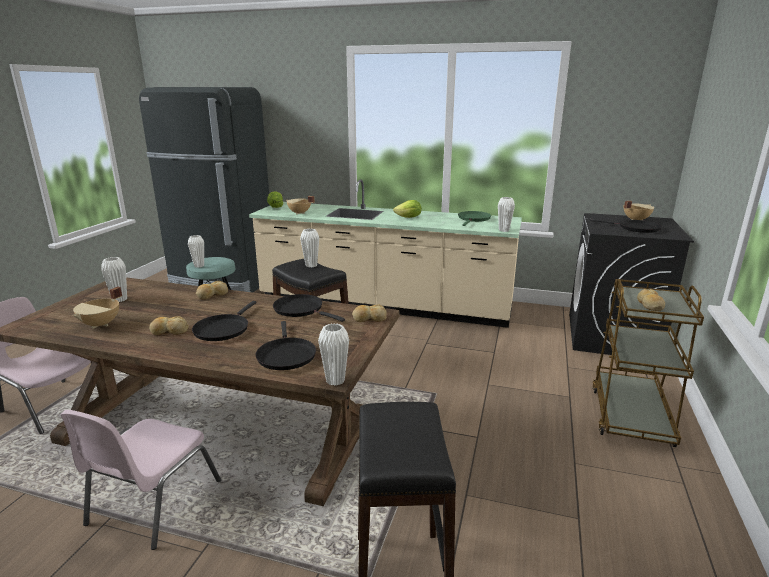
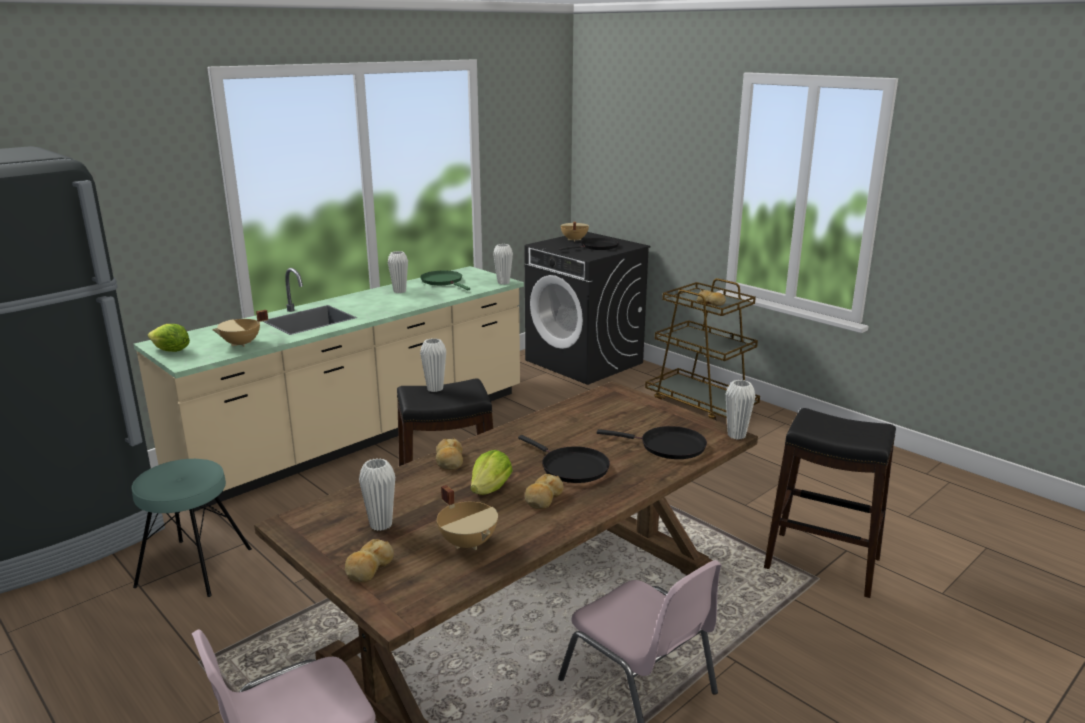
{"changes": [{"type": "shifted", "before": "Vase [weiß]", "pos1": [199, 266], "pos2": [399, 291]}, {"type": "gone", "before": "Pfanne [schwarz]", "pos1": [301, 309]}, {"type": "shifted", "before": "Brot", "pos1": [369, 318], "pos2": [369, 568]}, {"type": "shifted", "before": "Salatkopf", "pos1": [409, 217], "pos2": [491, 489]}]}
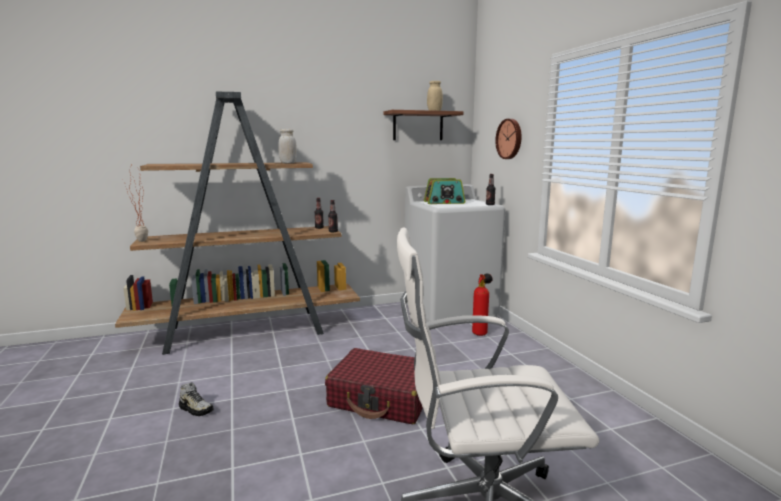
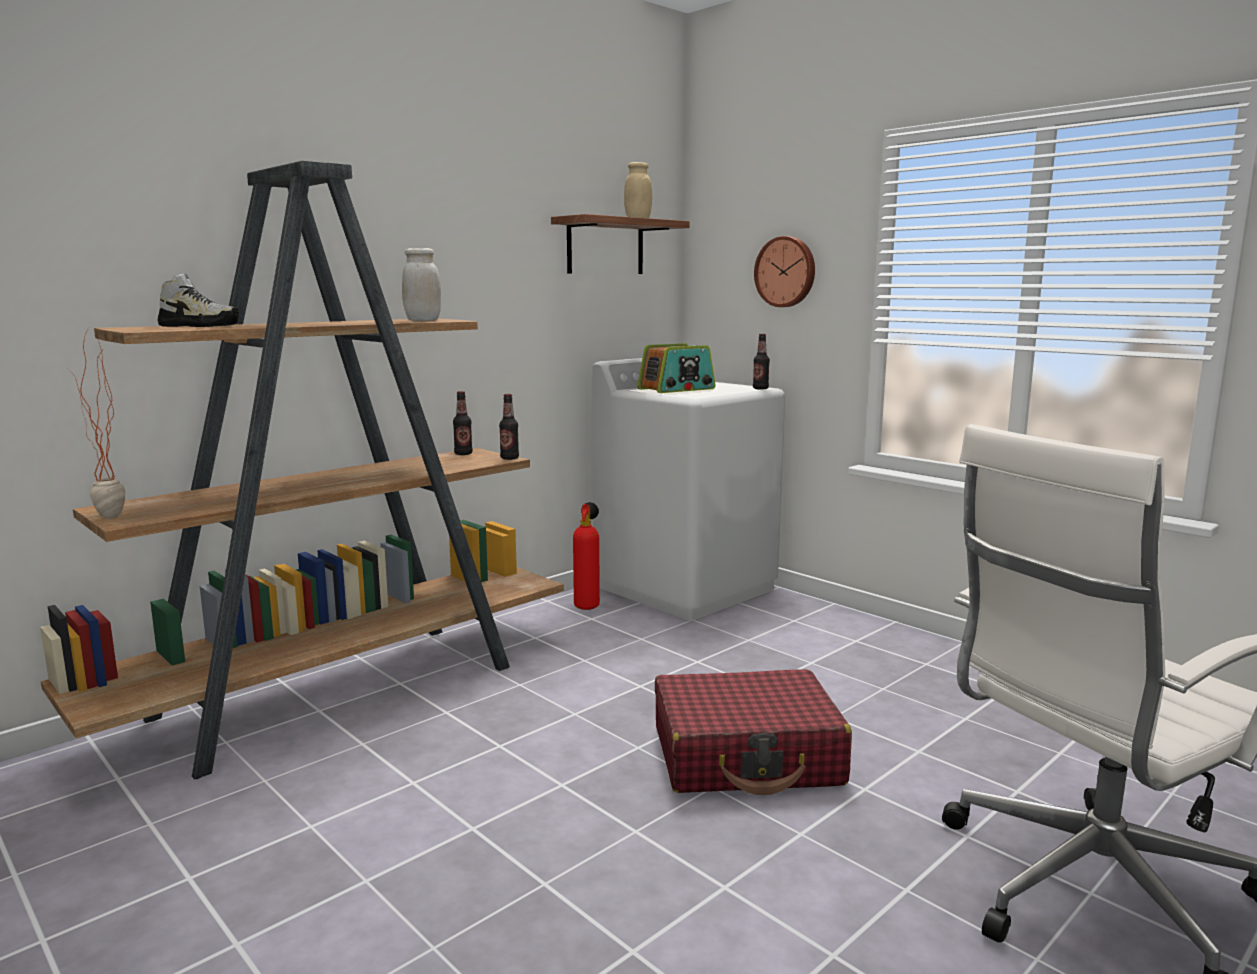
{"changes": [{"type": "shifted", "before": "Schuh", "pos1": [196, 409], "pos2": [199, 326]}, {"type": "shifted", "before": "Feuerlöscher", "pos1": [480, 333], "pos2": [587, 605]}]}
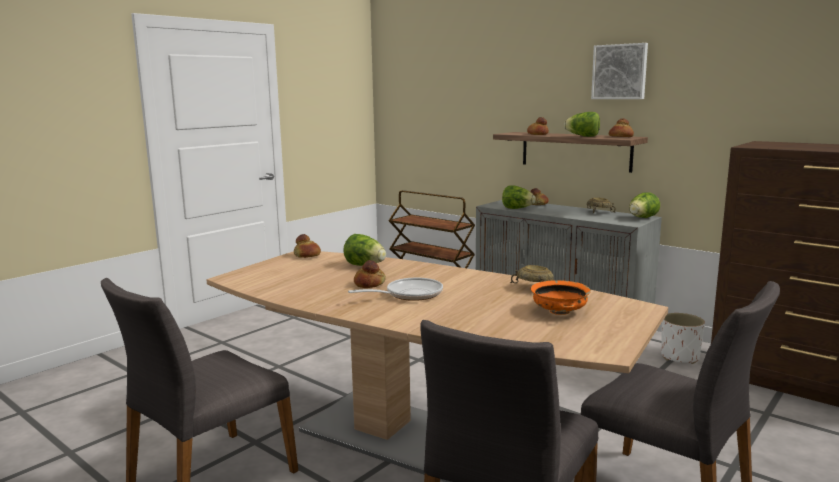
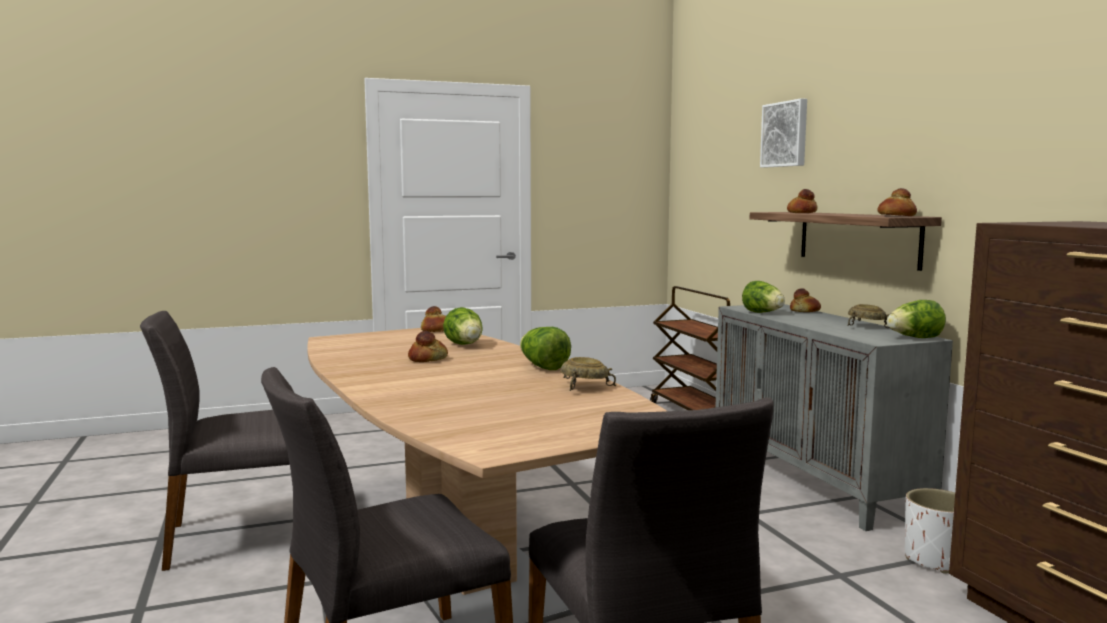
{"changes": [{"type": "gone", "before": "Pfanne", "pos1": [409, 294]}, {"type": "gone", "before": "Schüssel [orange]", "pos1": [559, 312]}, {"type": "shifted", "before": "Salatkopf", "pos1": [583, 136], "pos2": [543, 367]}, {"type": "shifted", "before": "Bild", "pos1": [620, 72], "pos2": [785, 134]}]}
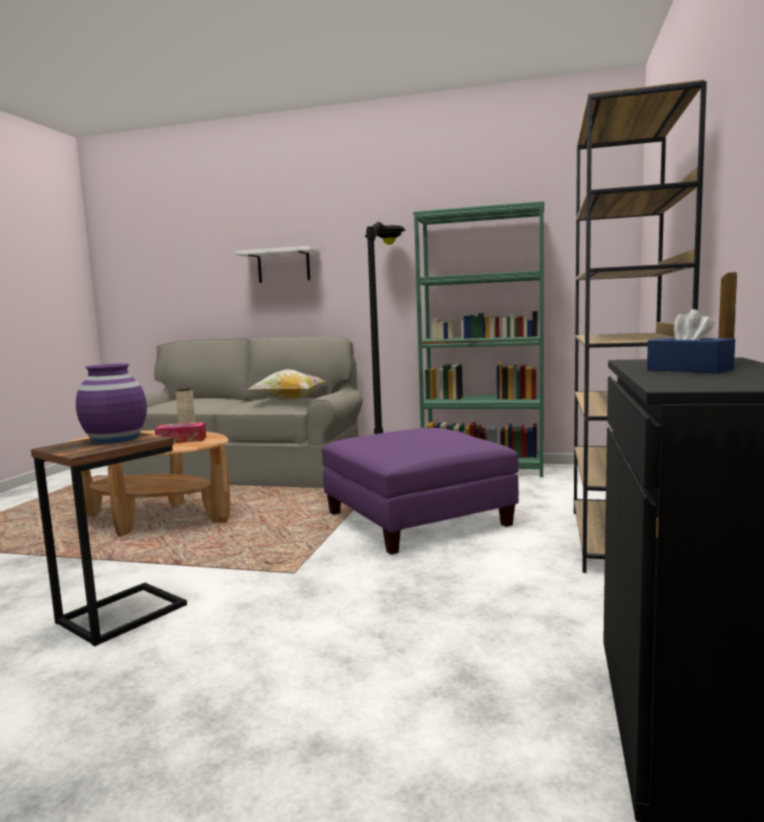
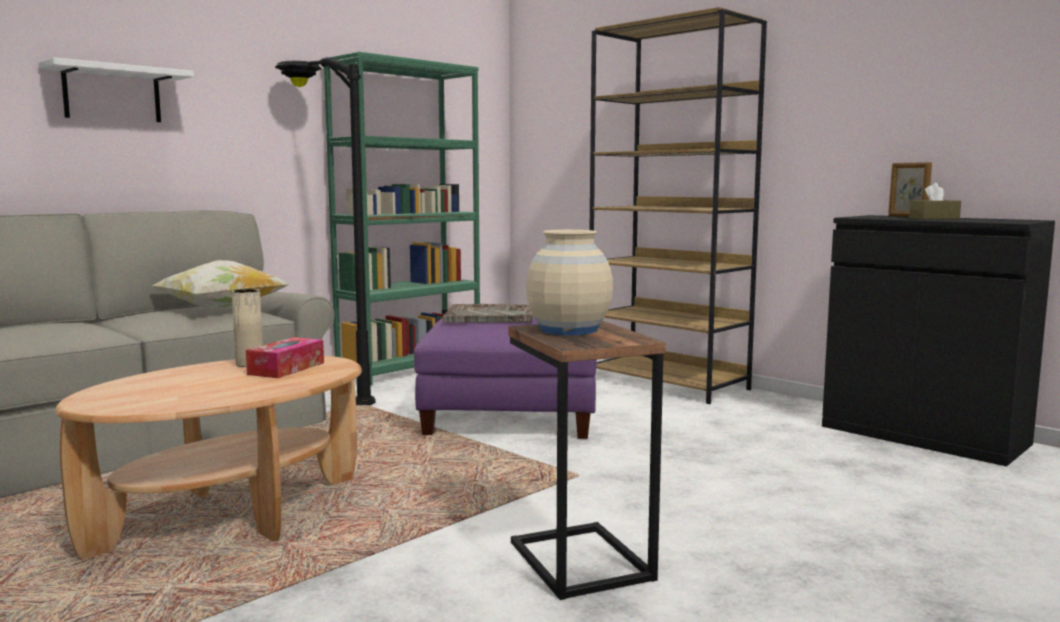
{"changes": [{"type": "repainted", "before": "Vase [lila]", "after": "Vase [beige]", "pos1": [115, 439], "pos2": [568, 330]}, {"type": "repainted", "before": "Taschentuchbox [blau]", "after": "Taschentuchbox [braun]", "pos1": [689, 370], "pos2": [934, 218]}, {"type": "new", "after": "Tablett [grau]", "pos2": [491, 316]}]}
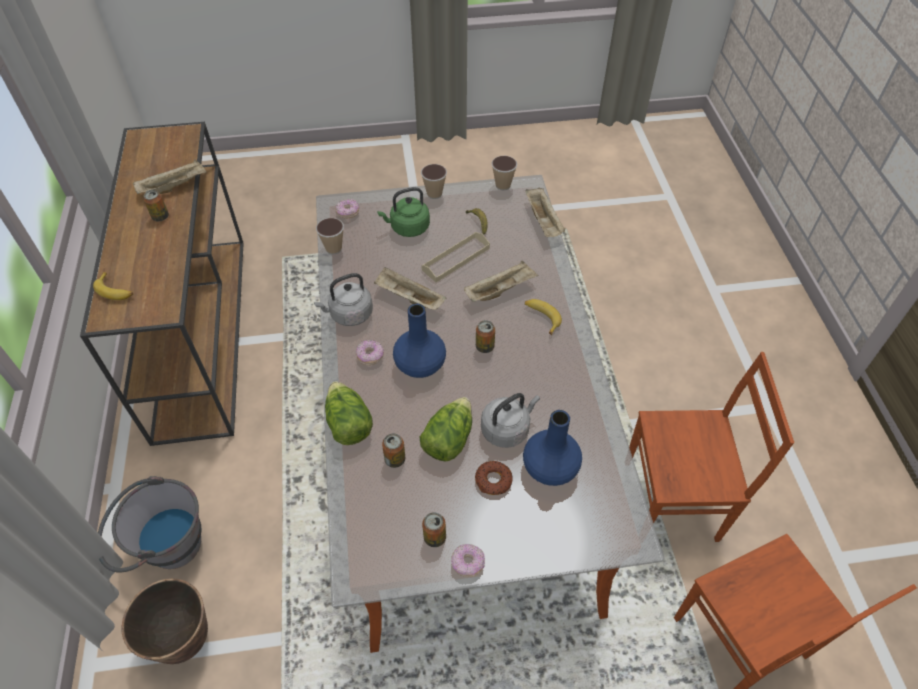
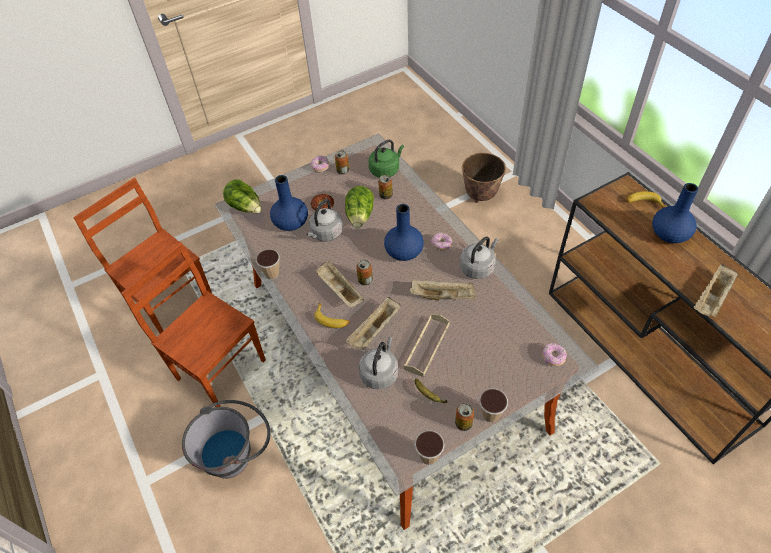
{"changes": [{"type": "shifted", "before": "Eimer [grau]", "pos1": [163, 547], "pos2": [237, 453]}, {"type": "shifted", "before": "Dose", "pos1": [160, 217], "pos2": [463, 423]}, {"type": "shifted", "before": "Tasse", "pos1": [333, 248], "pos2": [272, 274]}, {"type": "shifted", "before": "Salatkopf", "pos1": [347, 423], "pos2": [246, 206]}, {"type": "shifted", "before": "Wasserkessel [grün]", "pos1": [408, 228], "pos2": [386, 170]}, {"type": "shifted", "before": "Tablett [beige]", "pos1": [543, 221], "pos2": [339, 290]}, {"type": "rotated", "before": "Stuhl [braun]", "pos1": [672, 502], "pos2": [221, 368], "turn": 60}, {"type": "new", "after": "Wasserkessel [grau]", "pos2": [380, 373]}, {"type": "new", "after": "Vase [blau]", "pos2": [669, 235]}]}
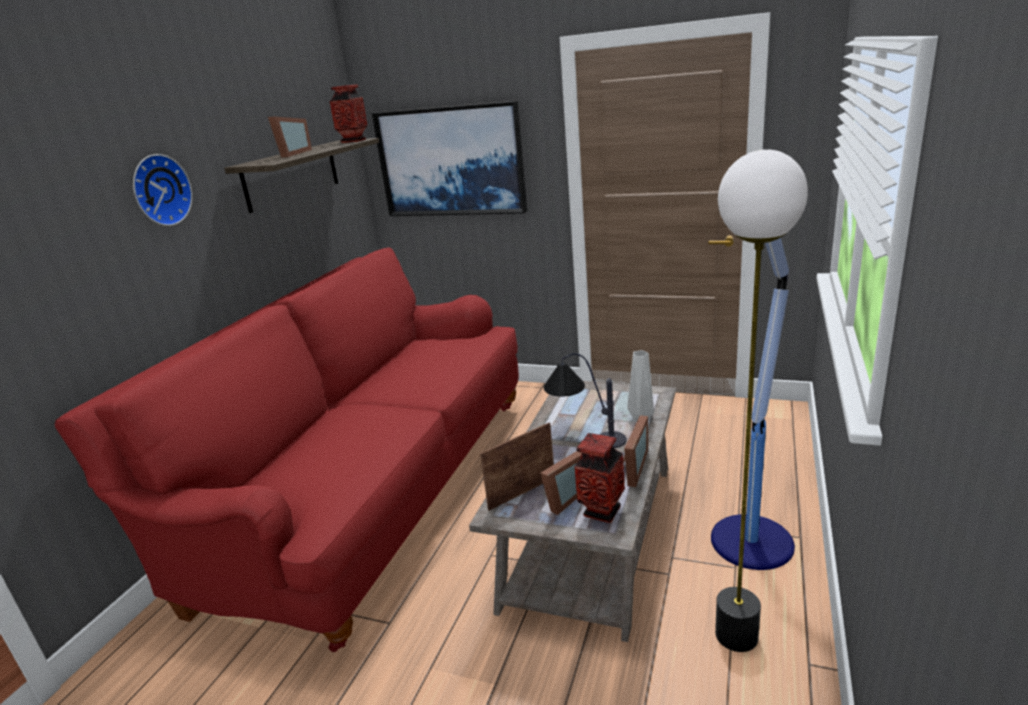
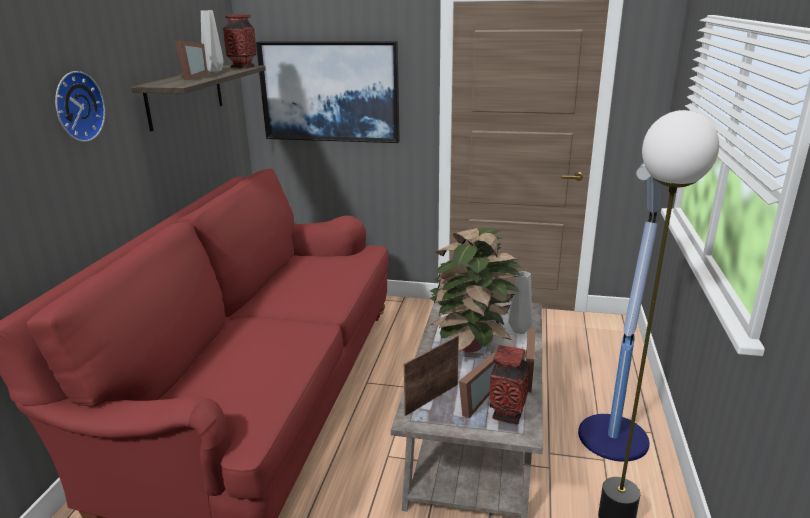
{"changes": [{"type": "swapped", "before": "Tischlampe", "after": "Topfpflanze", "pos1": [583, 434], "pos2": [472, 345]}, {"type": "new", "after": "Vase [grau]", "pos2": [214, 70]}]}
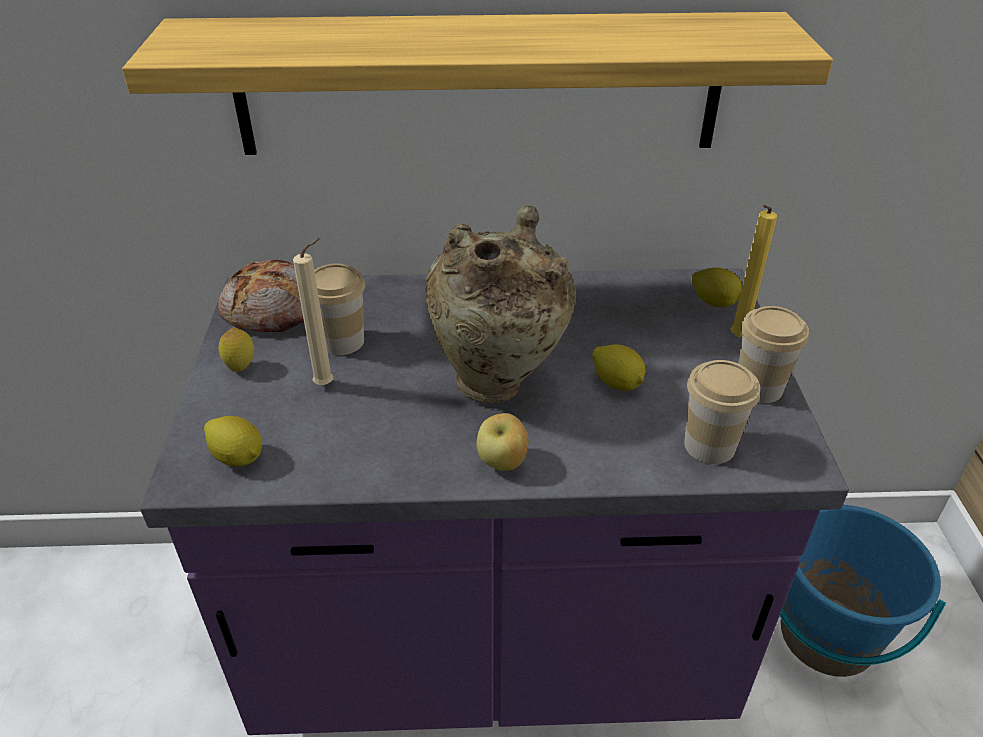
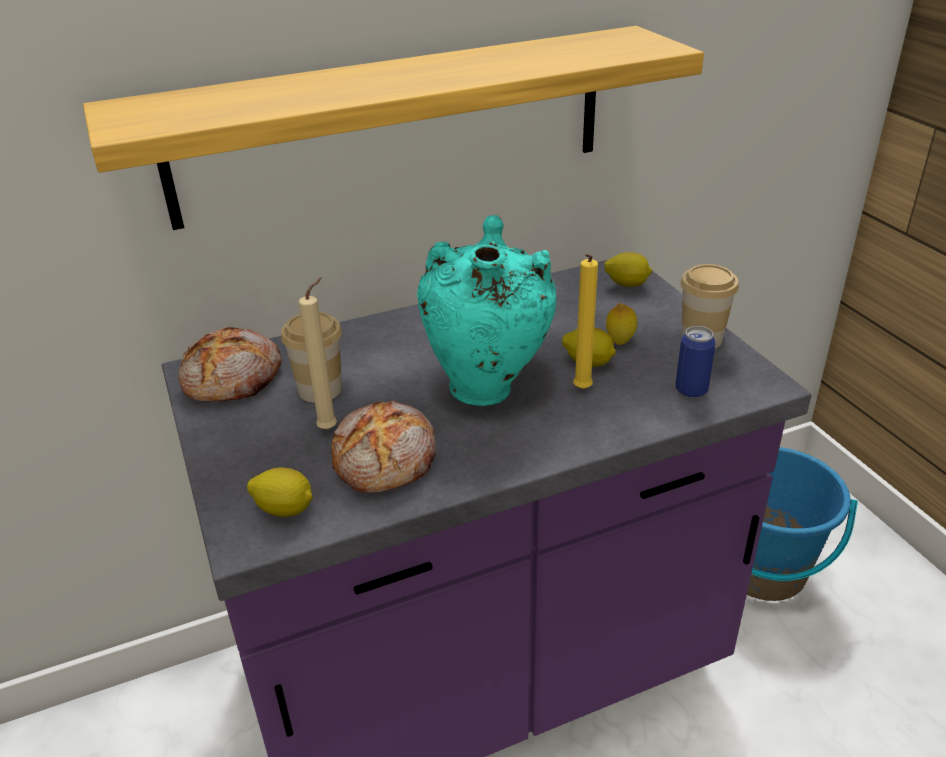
{"changes": [{"type": "shifted", "before": "Zitrone", "pos1": [241, 368], "pos2": [620, 342]}, {"type": "repainted", "before": "Vase [beige]", "after": "Vase [türkis]", "pos1": [498, 382], "pos2": [488, 387]}, {"type": "gone", "before": "Apfel", "pos1": [503, 462]}, {"type": "swapped", "before": "Tasse", "after": "Dose", "pos1": [709, 445], "pos2": [691, 390]}, {"type": "shifted", "before": "Kerze [gelb]", "pos1": [736, 338], "pos2": [581, 390]}, {"type": "new", "after": "Brot", "pos2": [387, 459]}]}
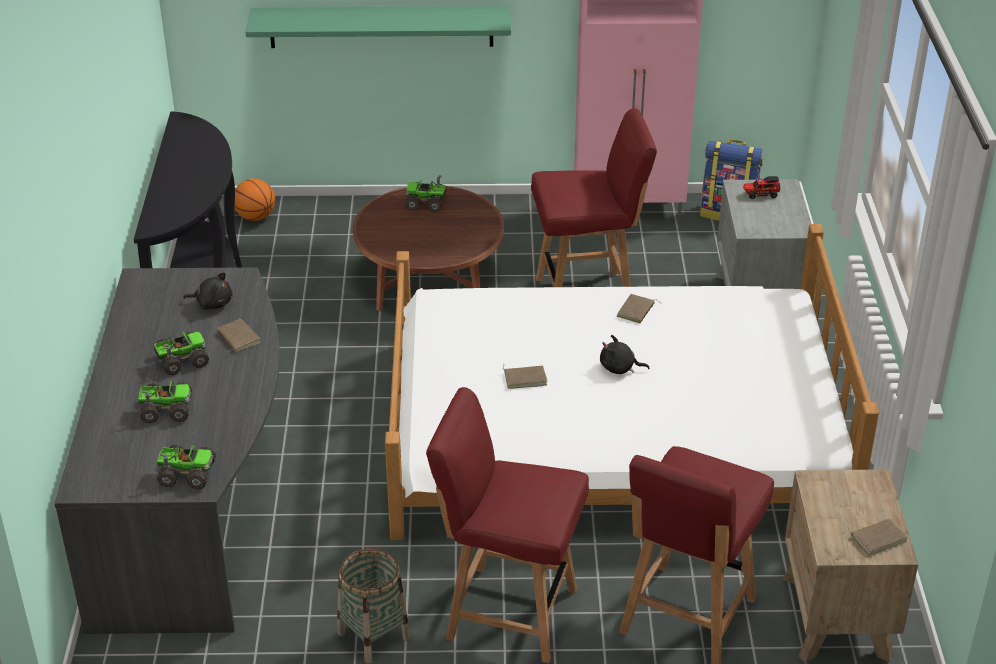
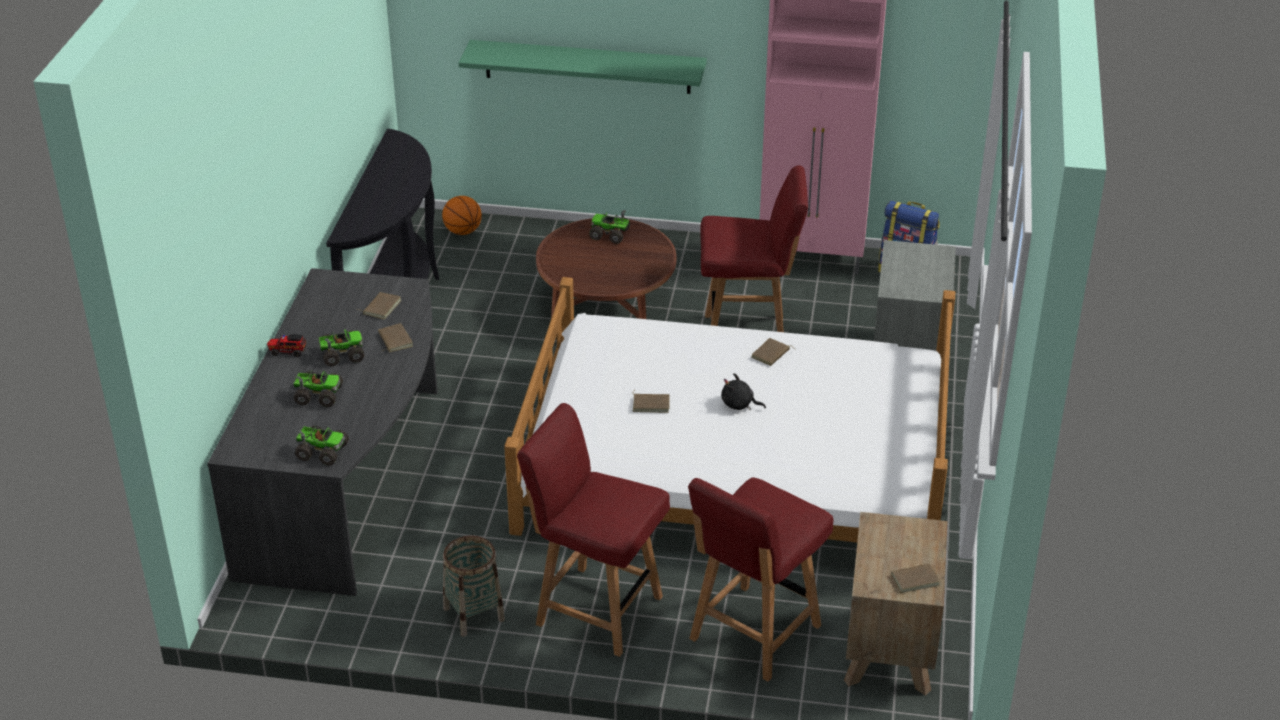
{"changes": [{"type": "swapped", "before": "Plüschtier [schwarz]", "after": "Buch [braun]", "pos1": [212, 303], "pos2": [381, 307]}, {"type": "shifted", "before": "Spielzeuglaster", "pos1": [760, 194], "pos2": [287, 351]}]}
